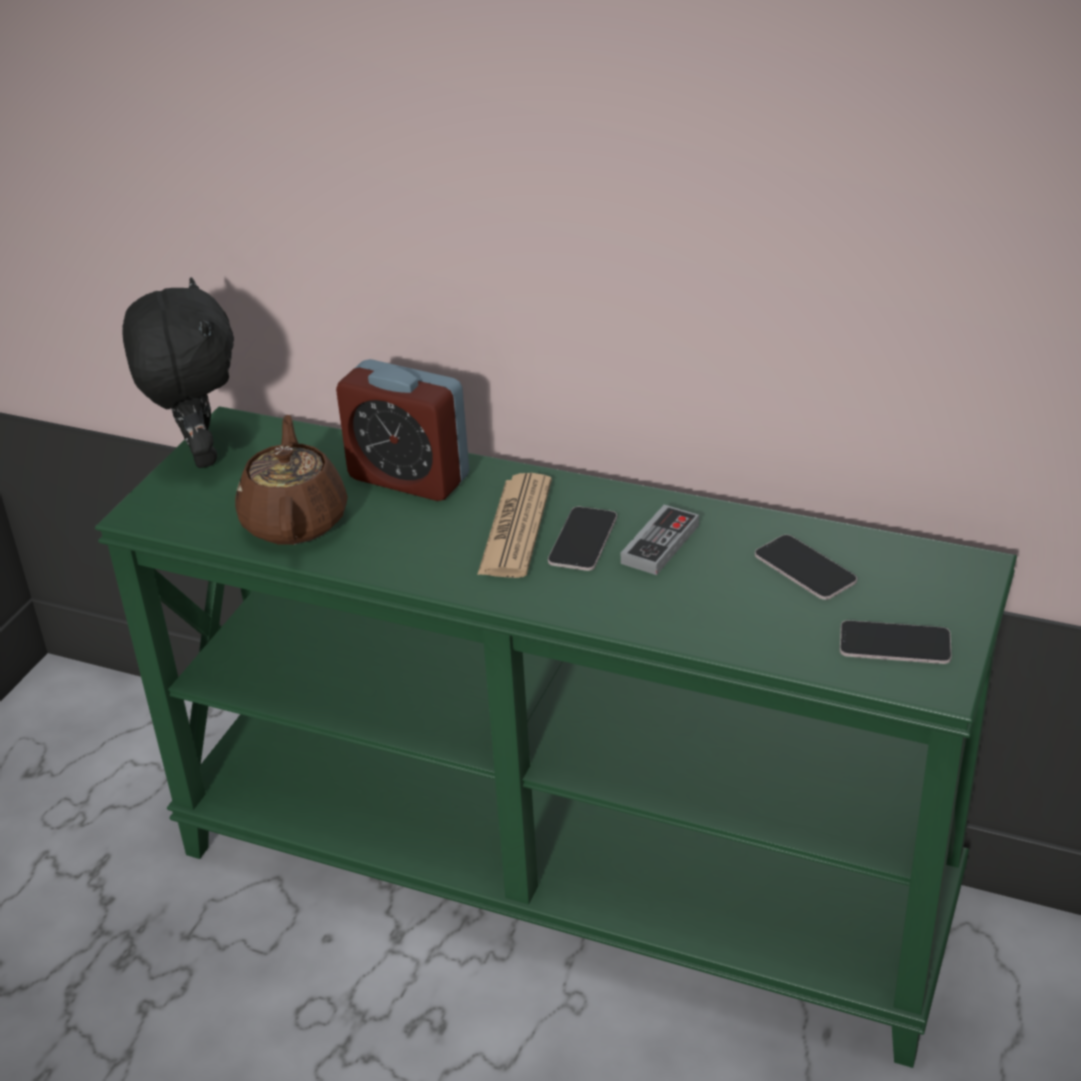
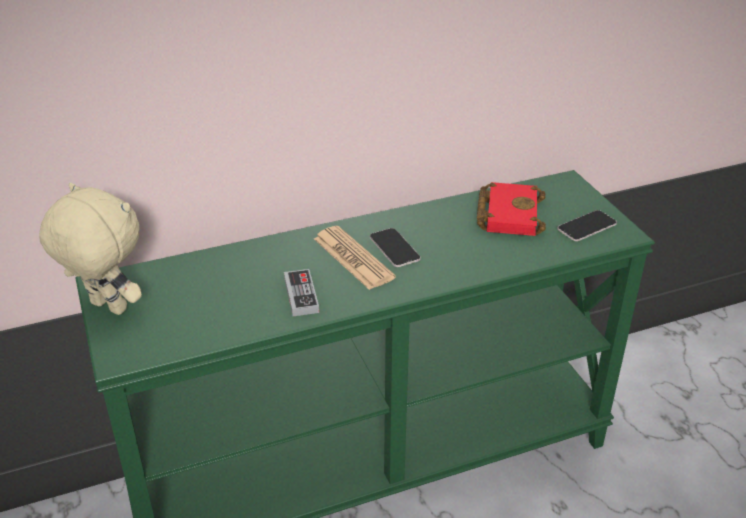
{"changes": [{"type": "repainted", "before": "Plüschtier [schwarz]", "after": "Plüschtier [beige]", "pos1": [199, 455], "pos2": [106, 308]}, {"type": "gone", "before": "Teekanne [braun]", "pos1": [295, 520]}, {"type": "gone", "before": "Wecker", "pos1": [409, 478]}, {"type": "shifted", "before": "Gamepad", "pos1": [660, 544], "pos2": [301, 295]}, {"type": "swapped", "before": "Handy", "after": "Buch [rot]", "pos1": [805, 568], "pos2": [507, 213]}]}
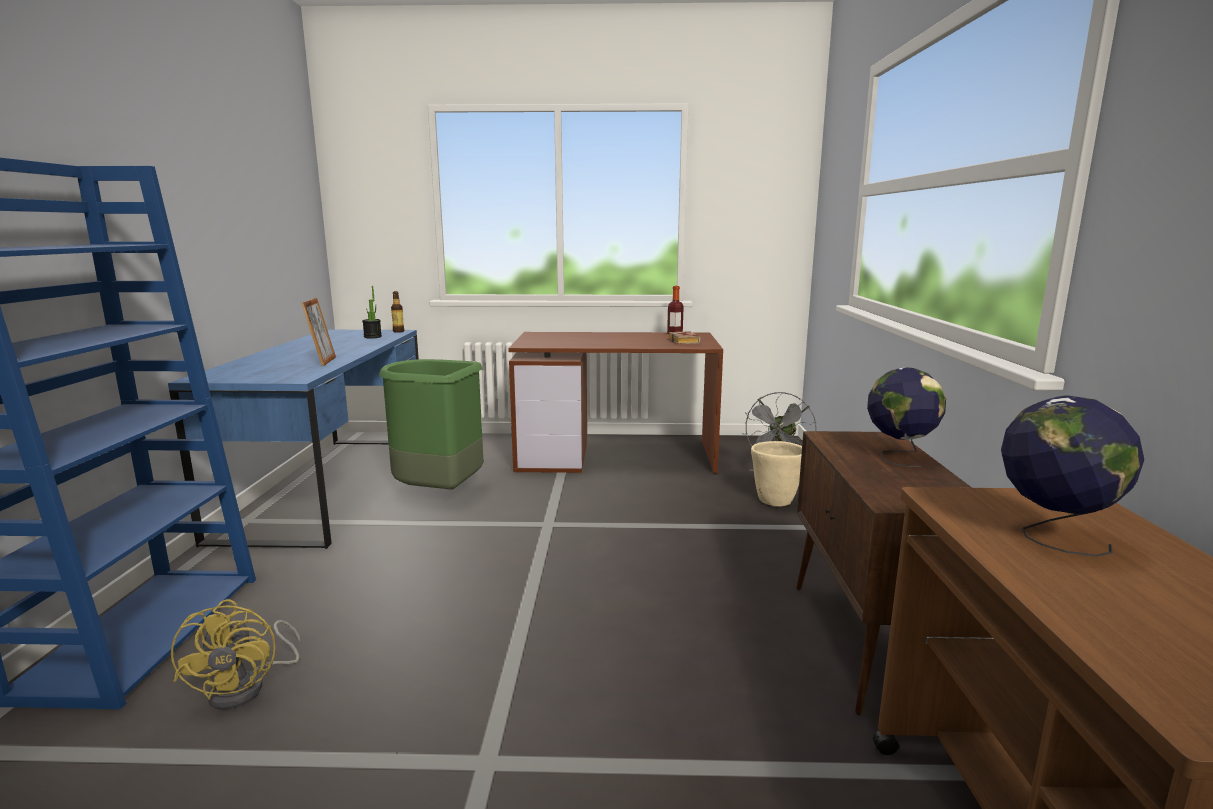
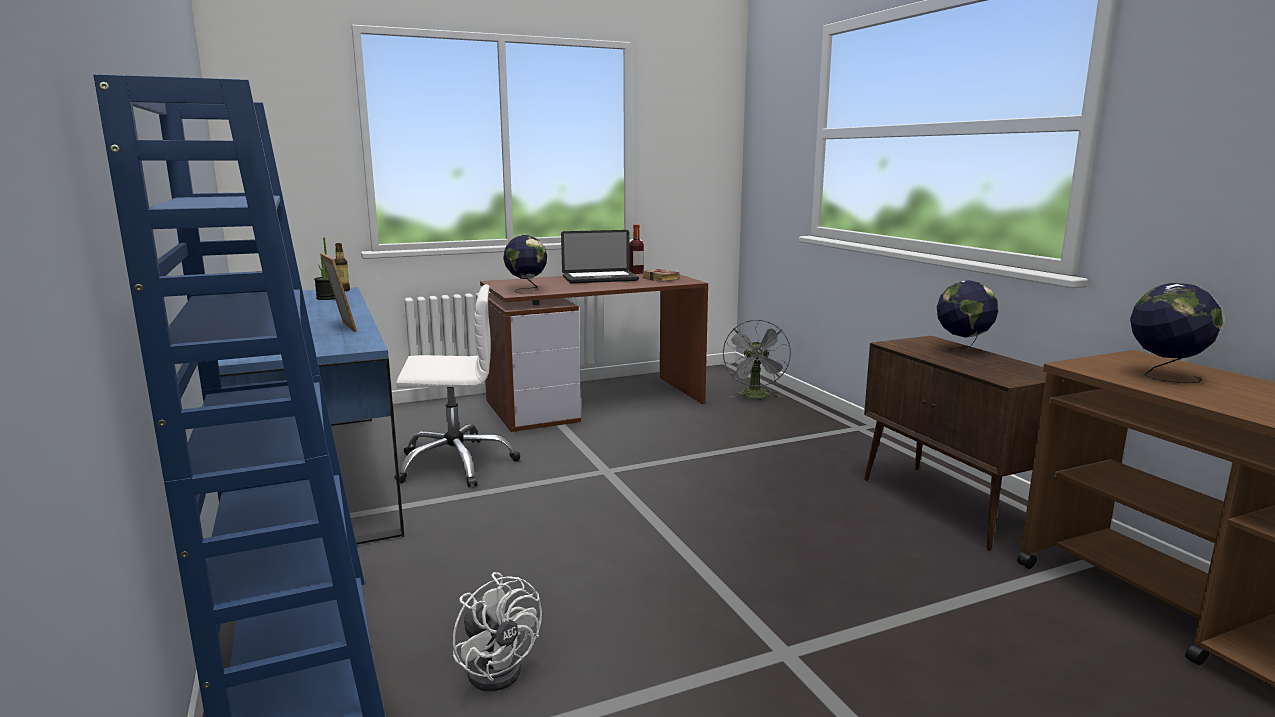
{"changes": [{"type": "repainted", "before": "Ventilator [gelb]", "after": "Ventilator [weiß]", "pos1": [248, 687], "pos2": [499, 666]}, {"type": "swapped", "before": "Mülleimer [grün]", "after": "Bürostuhl [weiß]", "pos1": [438, 492], "pos2": [456, 463]}, {"type": "gone", "before": "Pflanzkübel [beige]", "pos1": [774, 501]}, {"type": "new", "after": "Globus", "pos2": [526, 290]}, {"type": "new", "after": "Laptop", "pos2": [600, 279]}]}
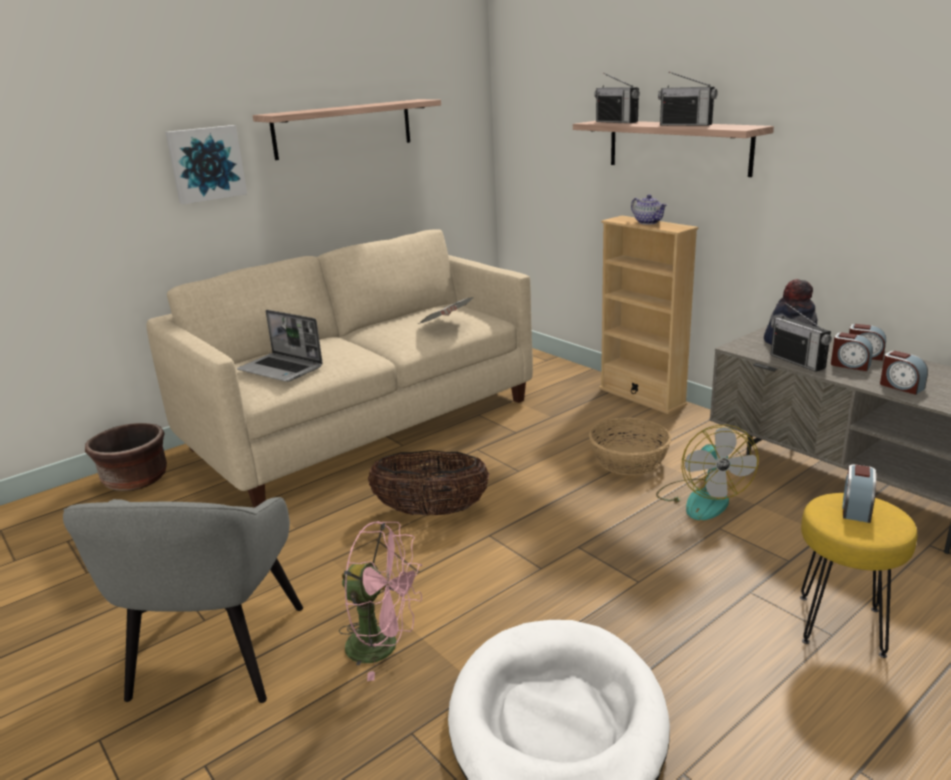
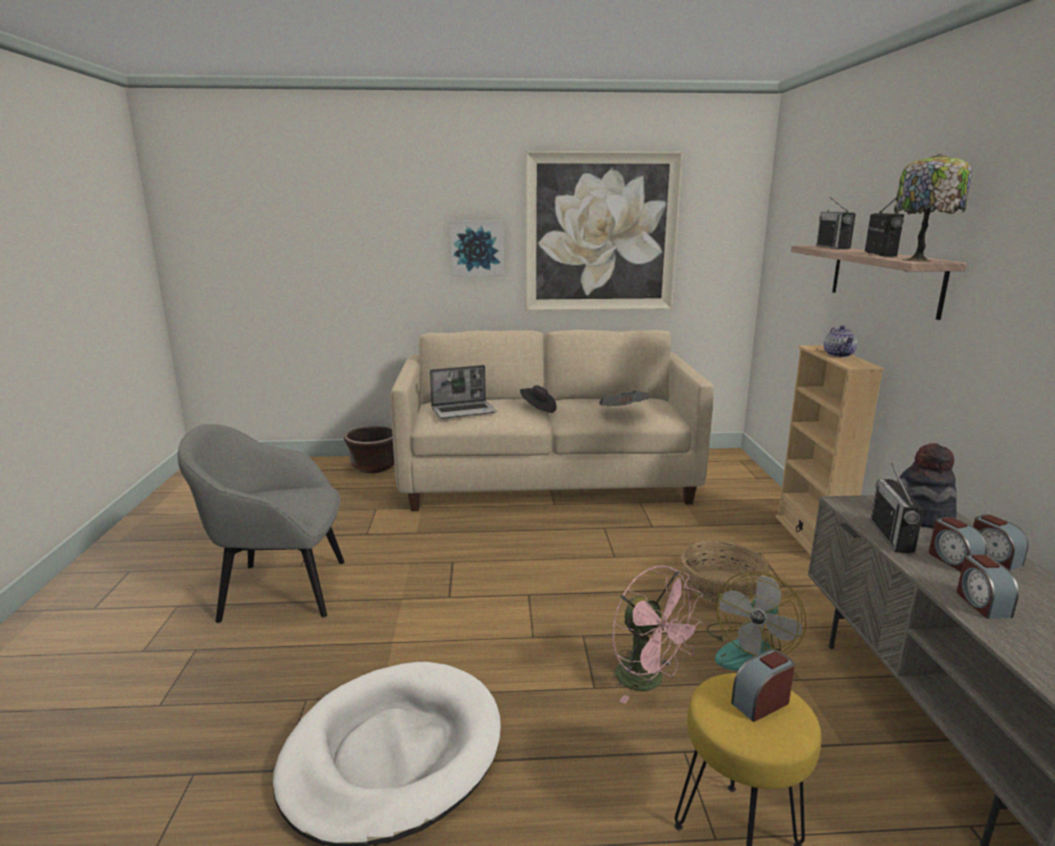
{"changes": [{"type": "rotated", "before": "Sessel [grau]", "pos1": [217, 655], "pos2": [280, 589], "turn": 45}, {"type": "rotated", "before": "Laptop", "pos1": [282, 369], "pos2": [464, 411], "turn": -90}, {"type": "swapped", "before": "Wandregal", "after": "Bild", "pos1": [343, 128], "pos2": [600, 233]}, {"type": "shifted", "before": "Ventilator [rosa]", "pos1": [383, 646], "pos2": [648, 681]}, {"type": "gone", "before": "Korb", "pos1": [431, 511]}, {"type": "rotated", "before": "Radio", "pos1": [686, 125], "pos2": [880, 254], "turn": -150}, {"type": "new", "after": "Hut [schwarz]", "pos2": [538, 409]}, {"type": "new", "after": "Tischlampe", "pos2": [919, 260]}]}
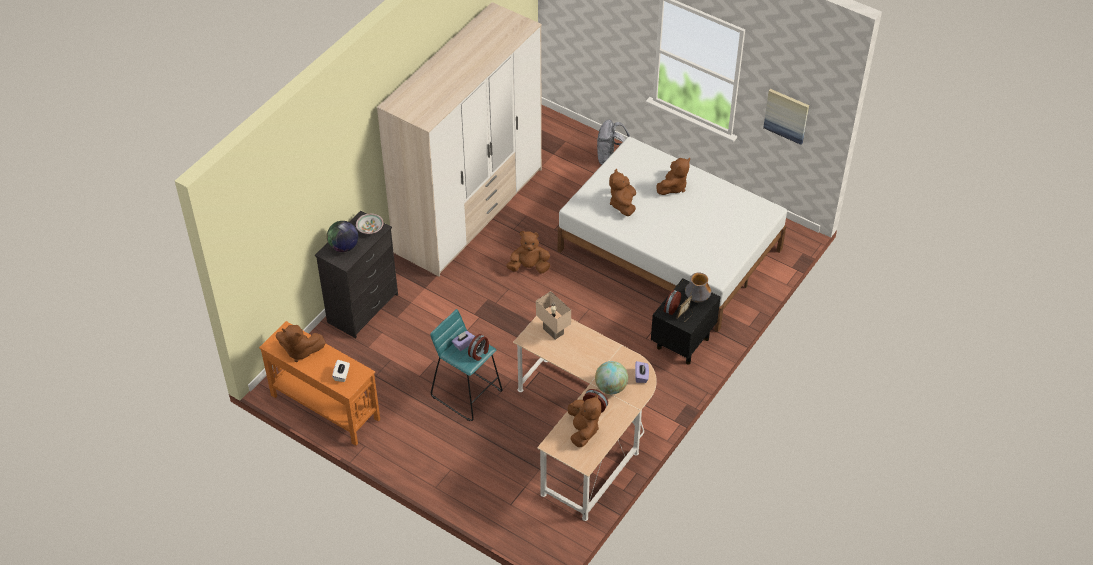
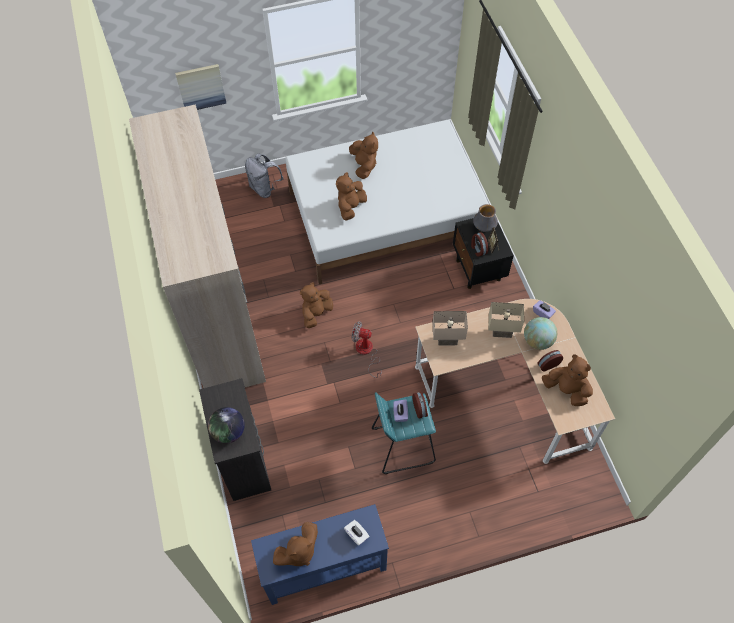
{"changes": [{"type": "repainted", "before": "Konsolentisch [orange]", "after": "Konsolentisch [blau]", "pos1": [325, 407], "pos2": [323, 566]}, {"type": "gone", "before": "Schüssel", "pos1": [370, 228]}, {"type": "rotated", "before": "Plüschtier [braun]", "pos1": [623, 204], "pos2": [351, 207], "turn": 75}, {"type": "shifted", "before": "Bild", "pos1": [786, 115], "pos2": [201, 87]}, {"type": "new", "after": "Ventilator", "pos2": [366, 352]}, {"type": "new", "after": "Tischlampe [beige]", "pos2": [502, 331]}]}
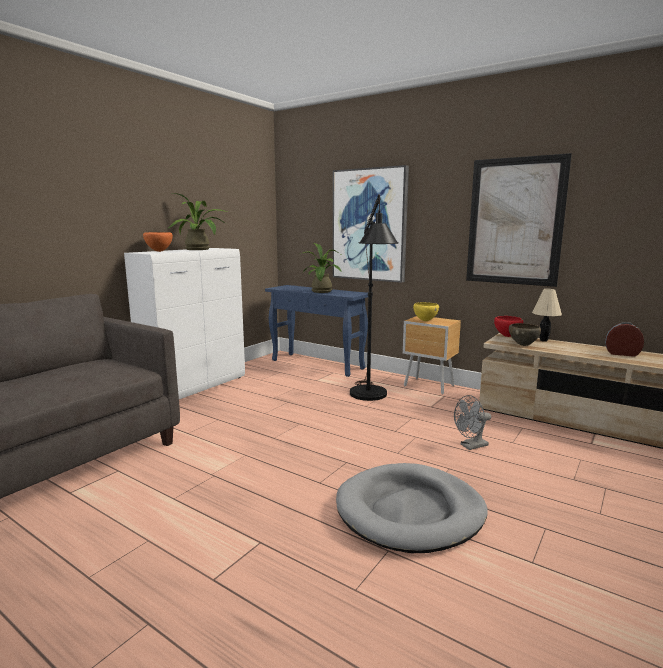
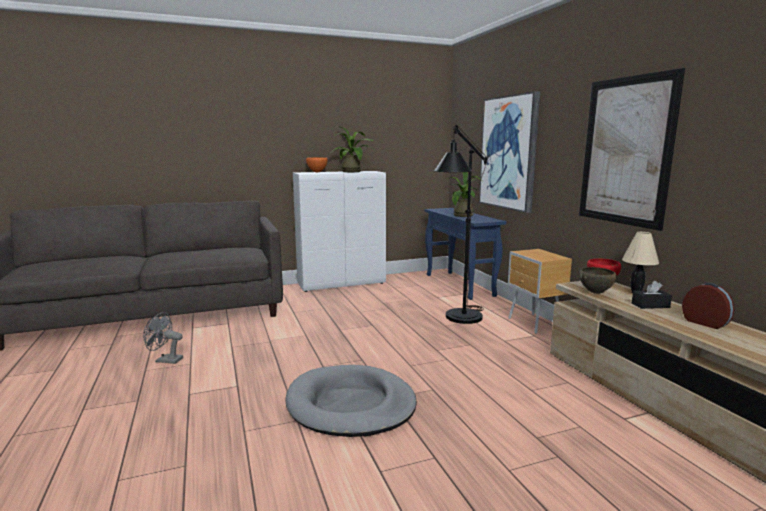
{"changes": [{"type": "gone", "before": "Schüssel [gelb]", "pos1": [425, 321]}, {"type": "shifted", "before": "Ventilator [grau]", "pos1": [471, 446], "pos2": [165, 360]}, {"type": "new", "after": "Taschentuchbox [schwarz]", "pos2": [650, 305]}]}
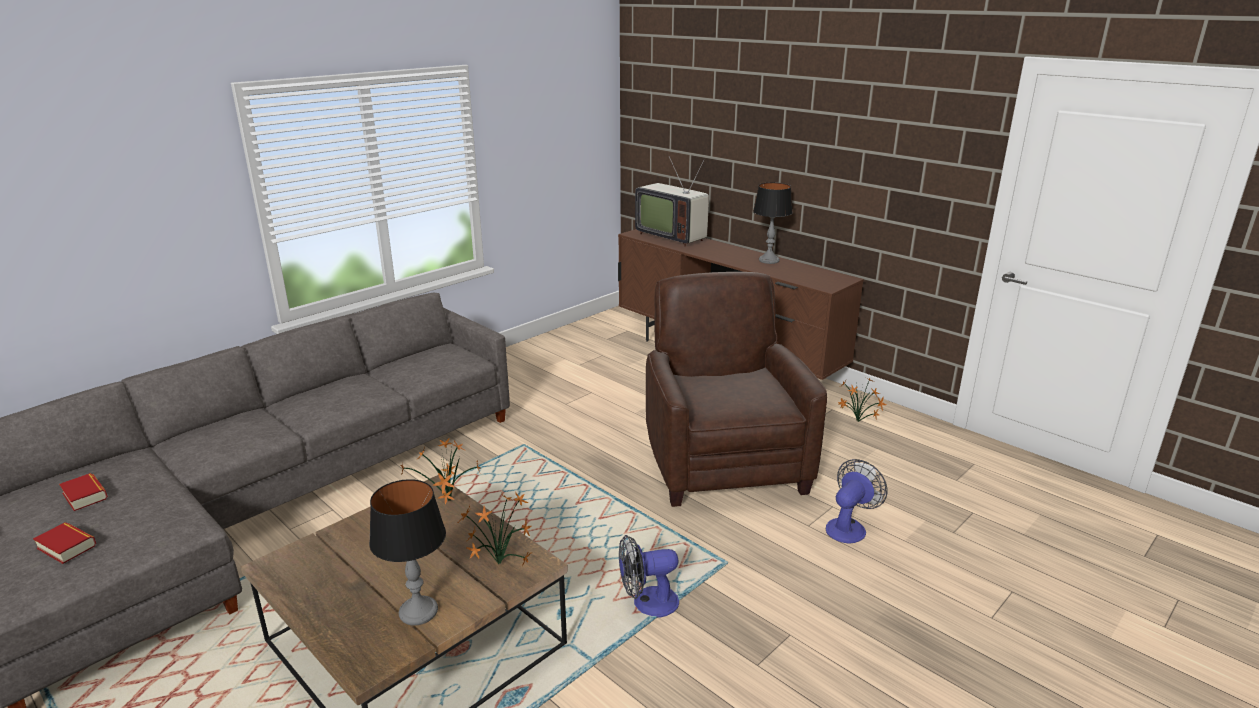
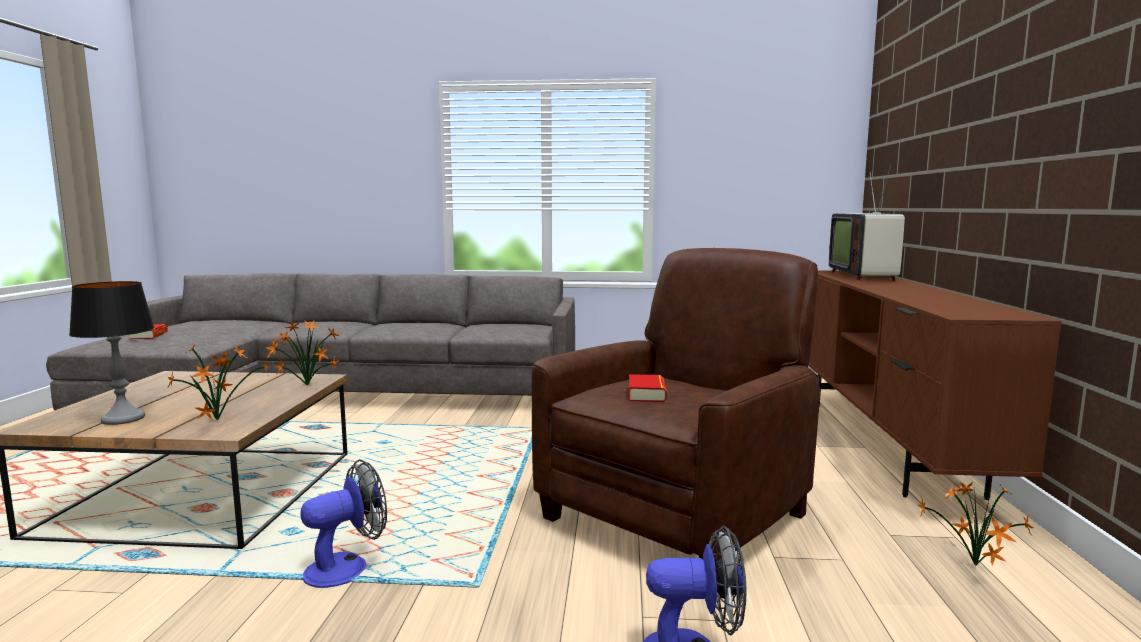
{"changes": [{"type": "shifted", "before": "Buch", "pos1": [85, 496], "pos2": [646, 394]}, {"type": "rotated", "before": "Ventilator", "pos1": [647, 603], "pos2": [347, 567], "turn": 105}, {"type": "gone", "before": "Tischlampe", "pos1": [768, 260]}]}
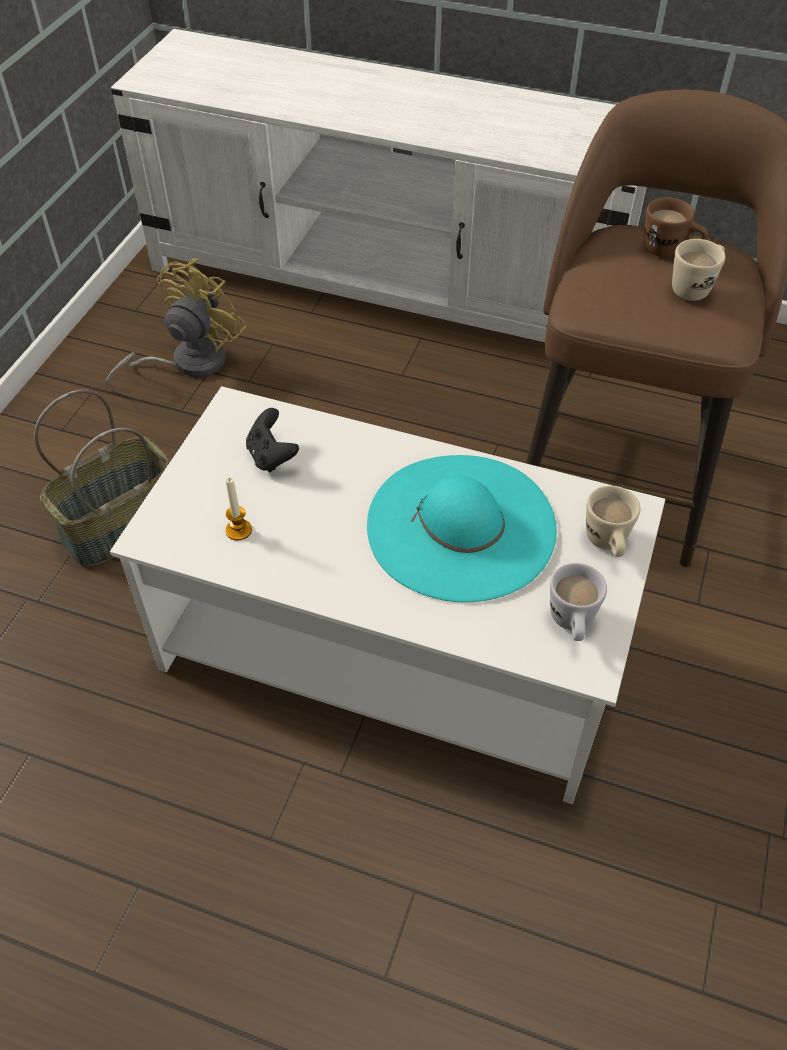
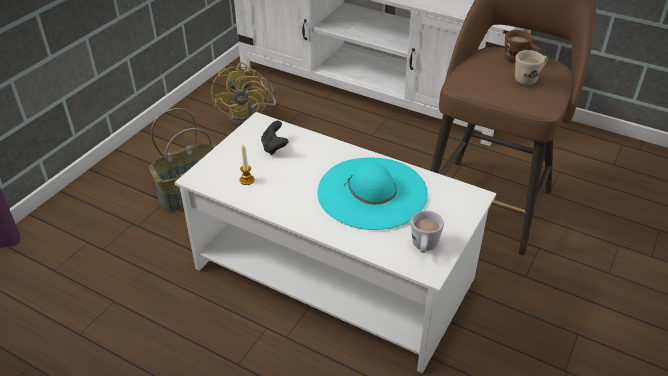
{"changes": [{"type": "rotated", "before": "Ventilator [gelb]", "pos1": [187, 362], "pos2": [249, 116], "turn": 135}, {"type": "gone", "before": "Henkelbecher [beige]", "pos1": [607, 544]}]}
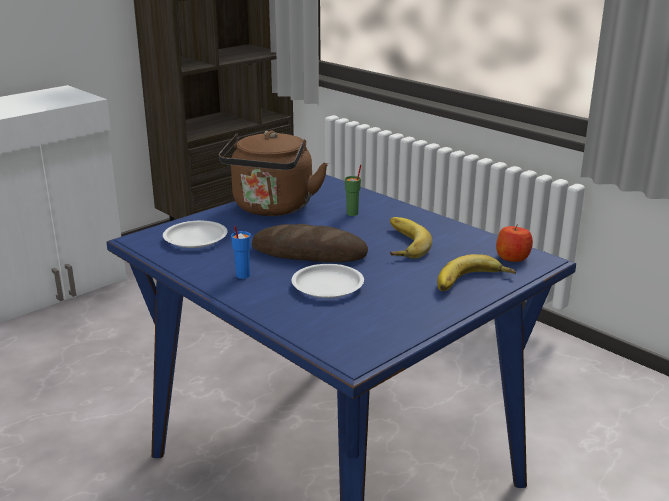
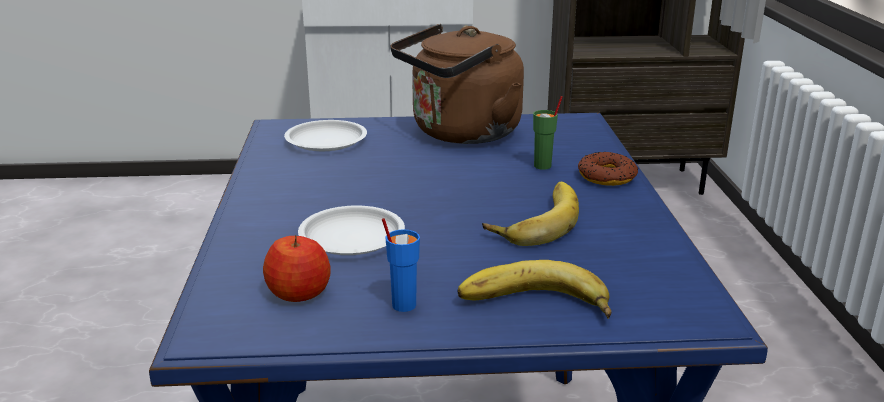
{"changes": [{"type": "shifted", "before": "Tasse [blau]", "pos1": [242, 275], "pos2": [403, 305]}, {"type": "gone", "before": "Brot", "pos1": [309, 252]}, {"type": "shifted", "before": "Apfel", "pos1": [512, 258], "pos2": [299, 293]}, {"type": "new", "after": "Donut", "pos2": [606, 176]}]}
